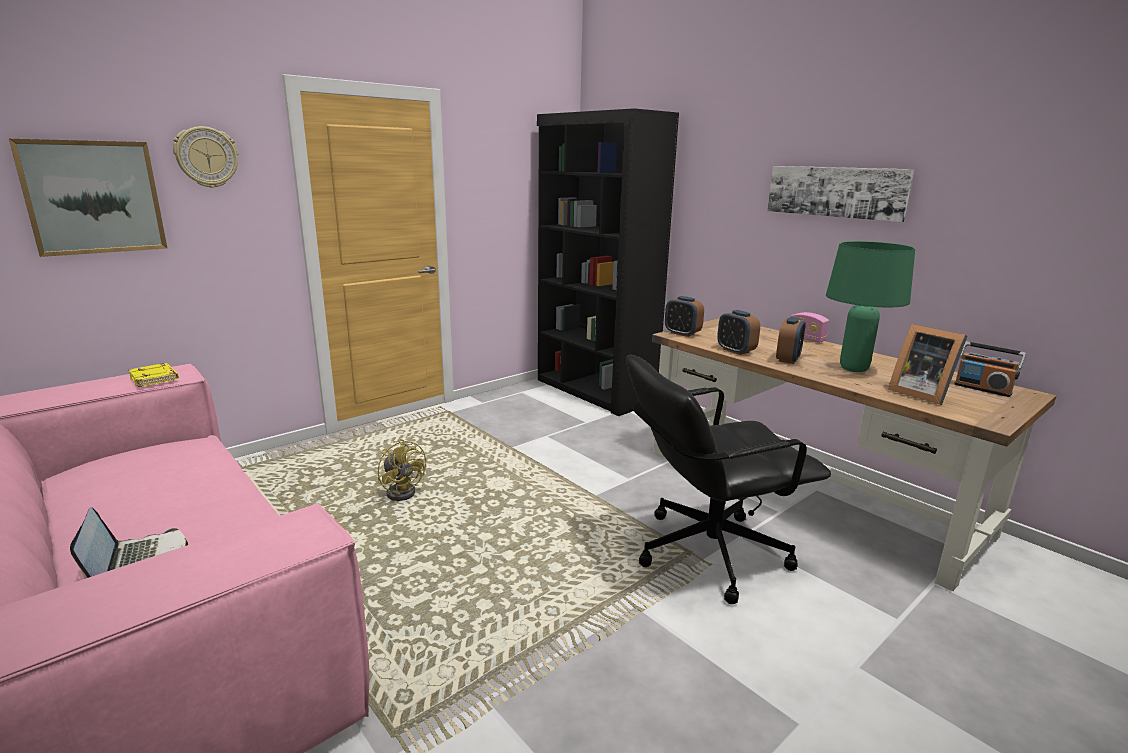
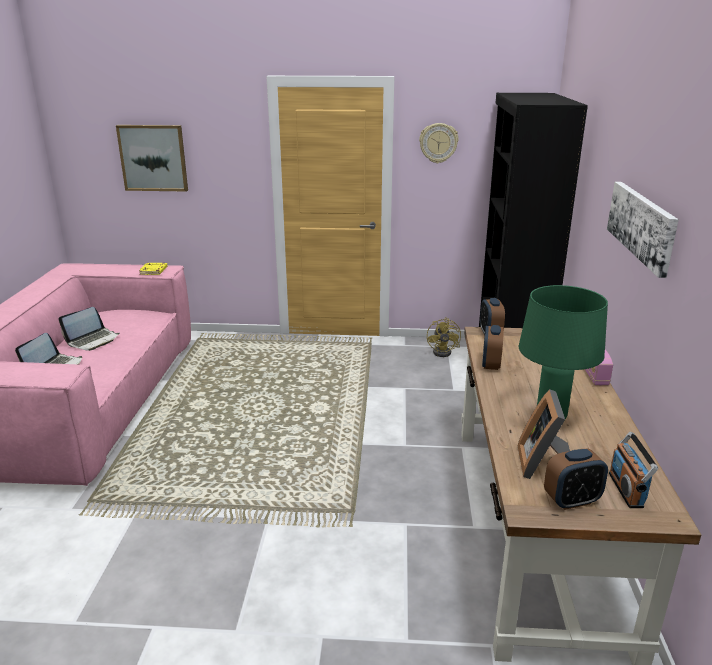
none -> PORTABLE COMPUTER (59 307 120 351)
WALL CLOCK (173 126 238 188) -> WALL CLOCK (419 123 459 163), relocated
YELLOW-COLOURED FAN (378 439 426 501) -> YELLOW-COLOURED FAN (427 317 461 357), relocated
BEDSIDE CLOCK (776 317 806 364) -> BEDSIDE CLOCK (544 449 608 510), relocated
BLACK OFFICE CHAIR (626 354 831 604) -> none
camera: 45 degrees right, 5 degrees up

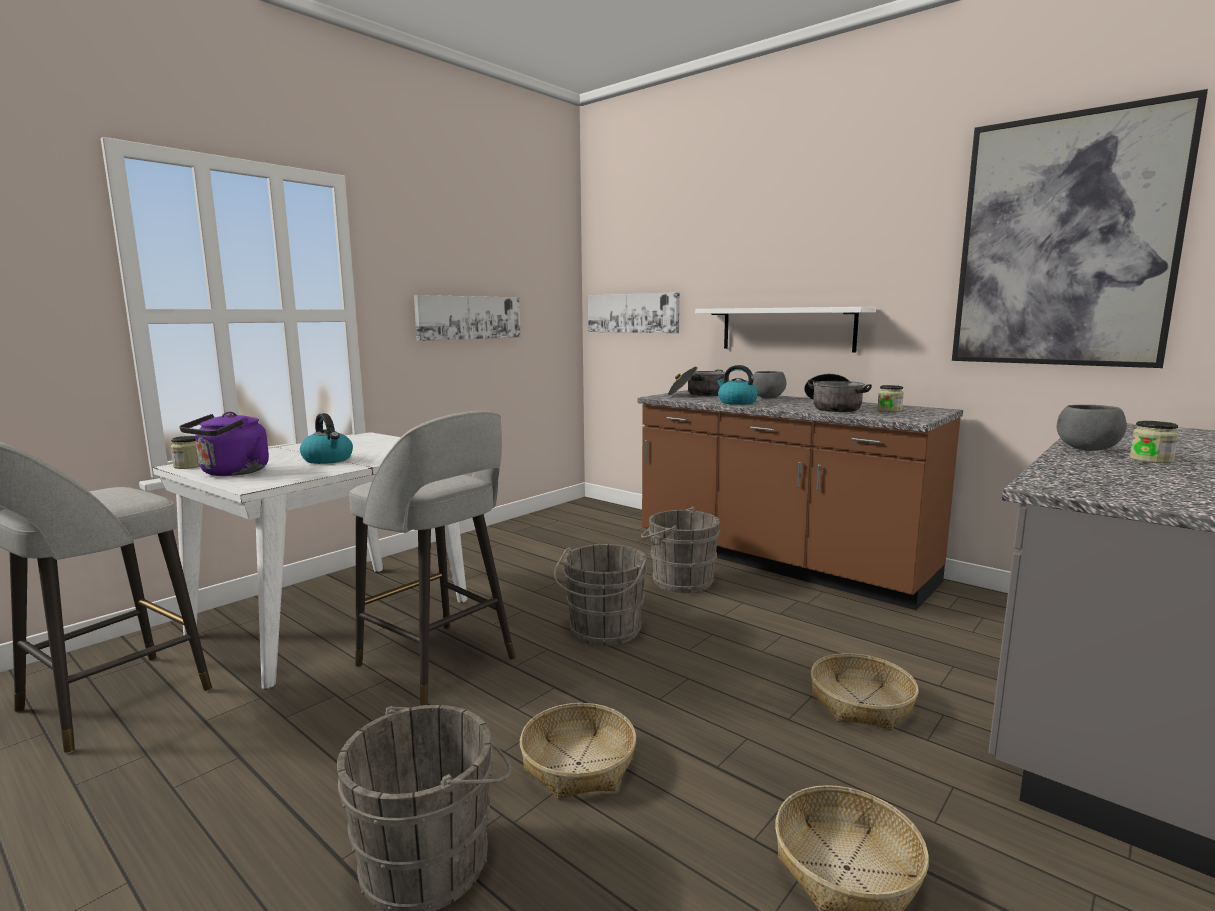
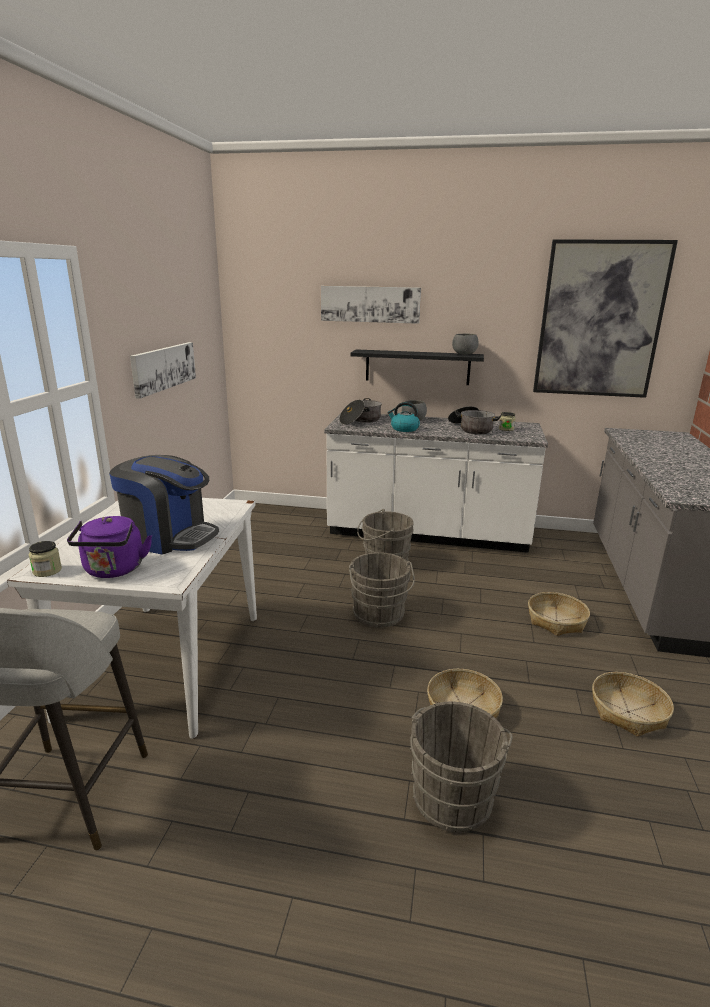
WATER KETTLE (300 413 353 464) -> COFFEE MACHINE (109 455 219 555)
PICTURE (588 292 680 333) -> PICTURE (321 286 421 324), relocated
BROWN KITCHEN BASE UNIT (638 390 963 610) -> WHITISH KITCHEN BASE UNIT (324 413 548 553)
WHITISH WALL SHELF (695 307 876 353) -> BLACK WALL SHELF (350 349 484 385)
GRAY BOWL (1057 405 1127 451) -> GRAY BOWL (452 333 479 355), relocated
GRAY STOOL SEAT (349 411 516 706) -> none
STORAGE JAR (1129 421 1179 464) -> none
camera: 30 degrees left, 10 degrees up

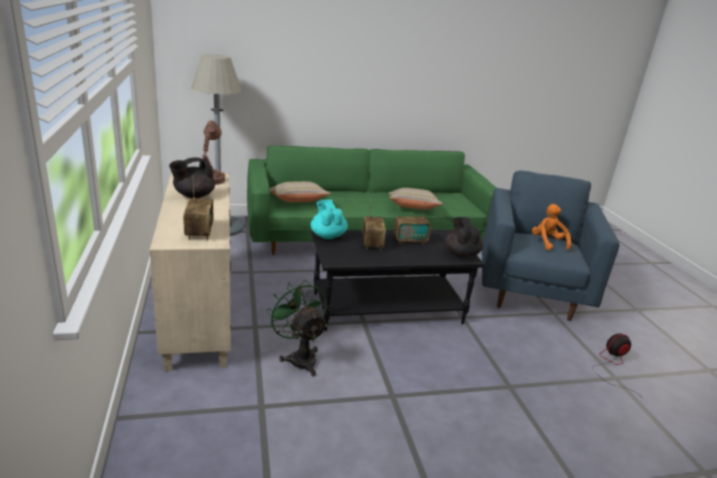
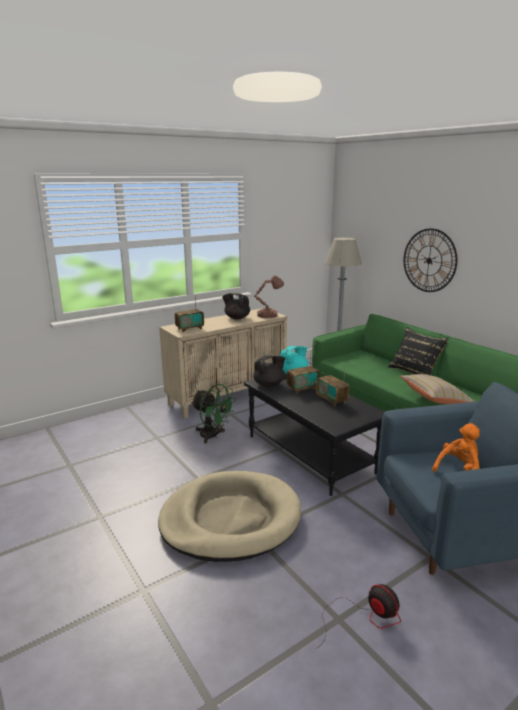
none -> BEIGE DOG BED (158 471 301 562)
GREEN-COLOURED FAN (266 280 327 377) -> GREEN-COLOURED FAN (191 384 236 443), 90 degrees clockwise
BLACK TEAPOT (445 217 483 258) -> BLACK TEAPOT (253 355 285 387), relocated
none -> BLACK CUSHION (388 327 449 375)
none -> WALL CLOCK (404 228 457 292)
BEIGE CUSHION (270 181 331 202) -> none
camera: 70 degrees right, 5 degrees down

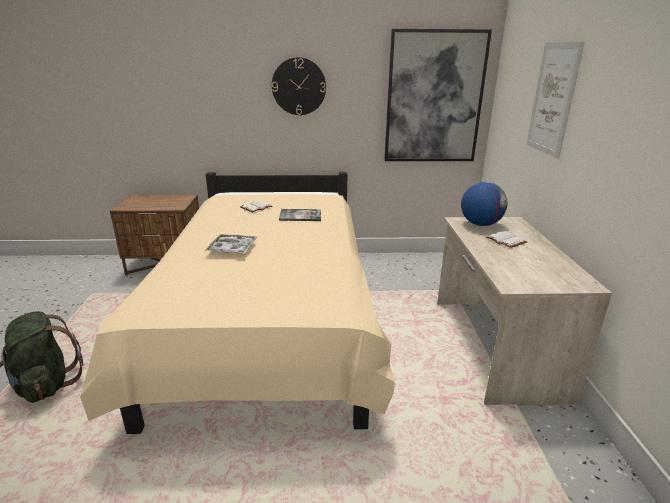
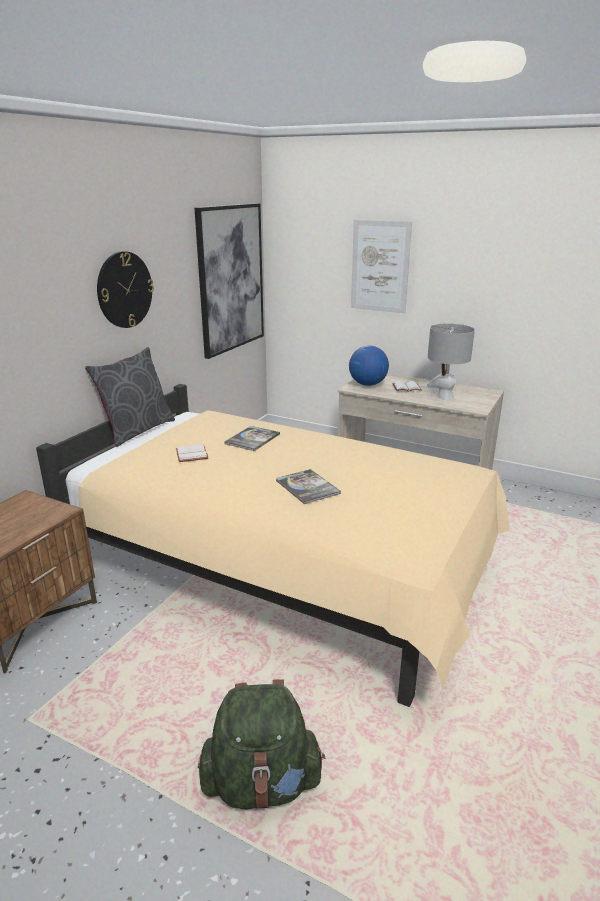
none -> GRAY CUSHION (85 347 175 447)
CARRYING TRAY (205 234 257 254) -> BOUND BOOK (276 469 341 504)
none -> GRAY TABLETOP LAMP (427 323 475 400)
camera: 60 degrees left, 0 degrees up

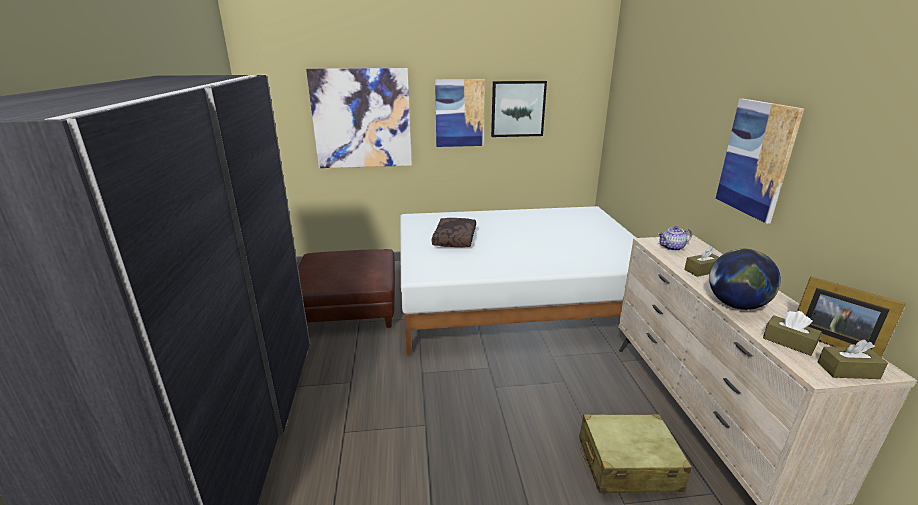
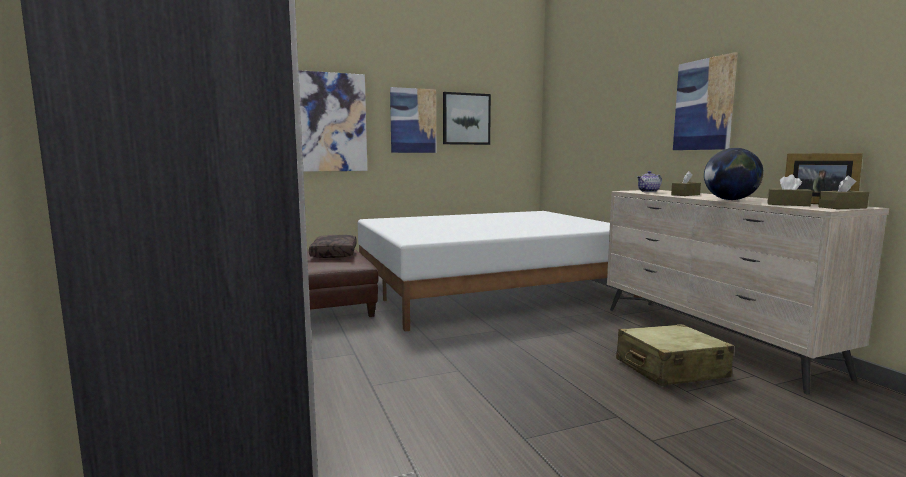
BROWN CUSHION (432 218 476 247) -> BROWN CUSHION (309 235 357 258), relocated
camera: 15 degrees left, 15 degrees down

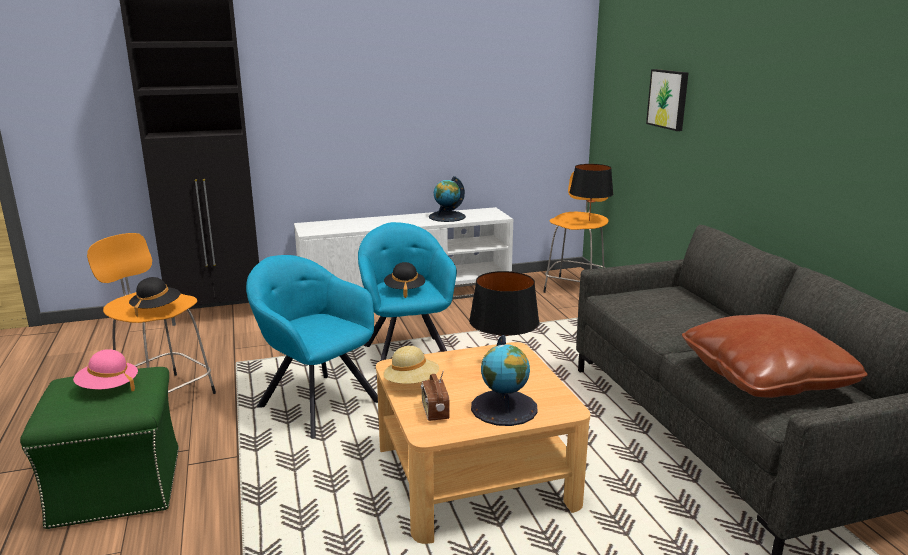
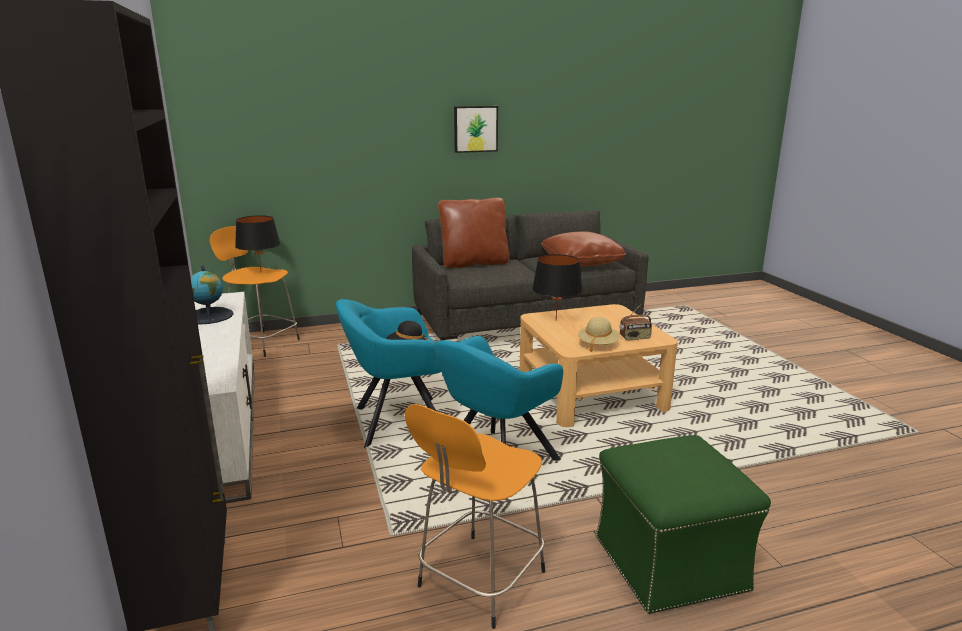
none -> BROWN CUSHION (438 198 510 268)
PICTURE (646 69 688 131) -> PICTURE (454 106 498 153), relocated
PINK CLOTHING HAT (73 349 138 391) -> none
BLACK CLOTHING HAT (129 277 180 317) -> none
WORLD GLOBE (471 335 538 426) -> none
camera: 90 degrees left, 0 degrees up

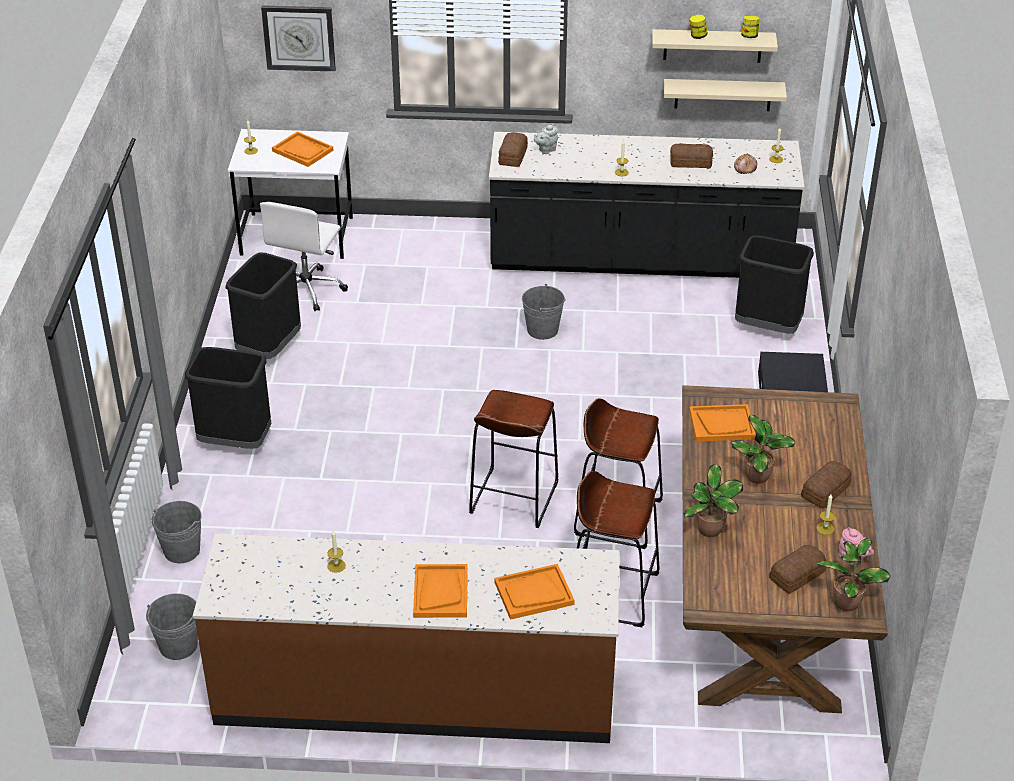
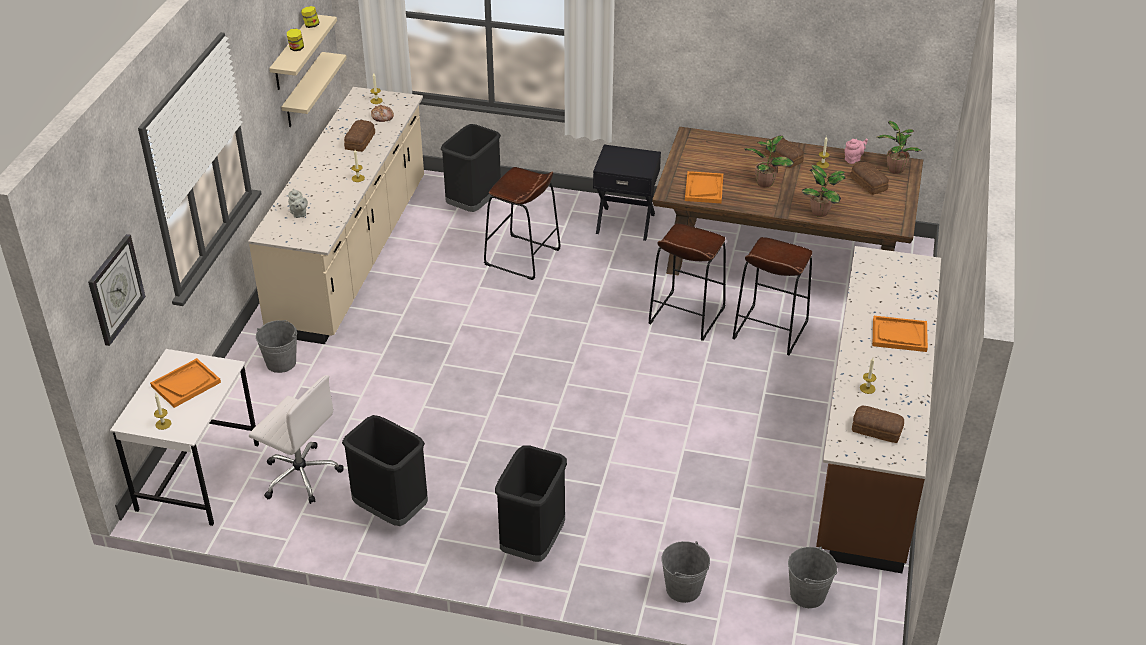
BLACK KITCHEN BASE UNIT (489 132 805 278) -> BEIGE KITCHEN BASE UNIT (248 87 424 344)
GRAY BUCKET (522 284 566 340) -> GRAY BUCKET (256 320 297 373), relocated
BROWN STOOL SEAT (469 390 558 528) -> BROWN STOOL SEAT (484 167 560 280), relocated
BAKED BREAD (498 132 528 167) -> BAKED BREAD (852 406 904 443), relocated
ORANGEY CARRYING TRAY (494 564 575 620) -> none
camera: 80 degrees left, 0 degrees up

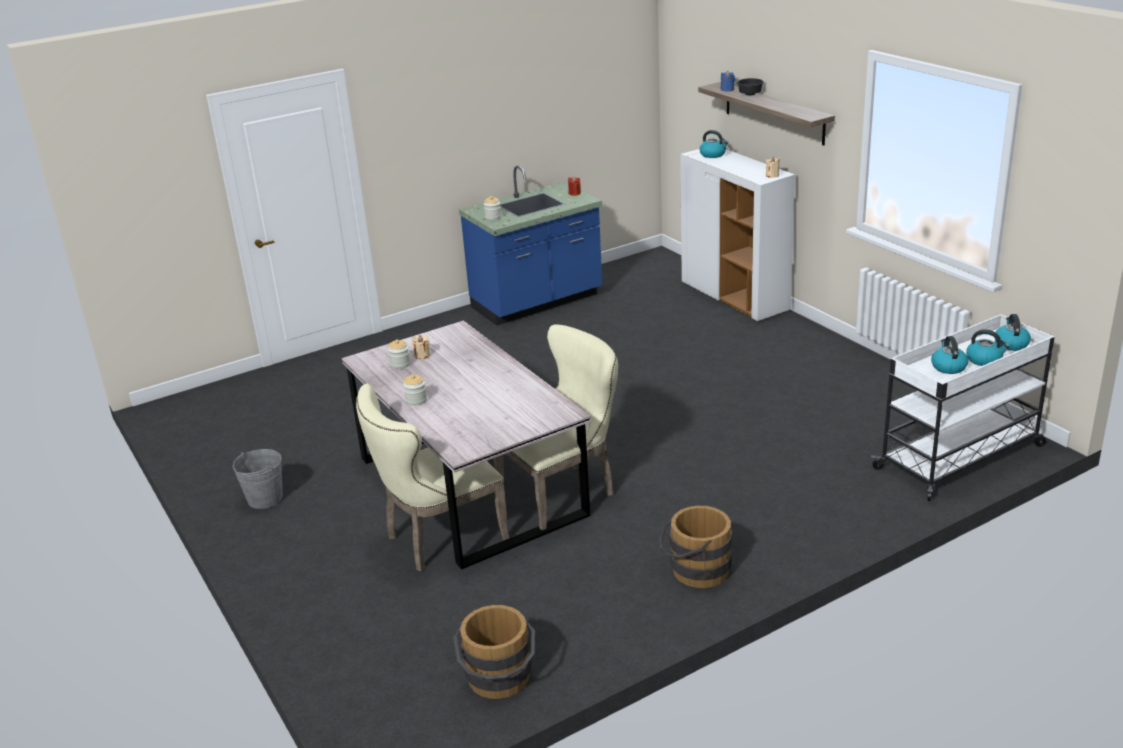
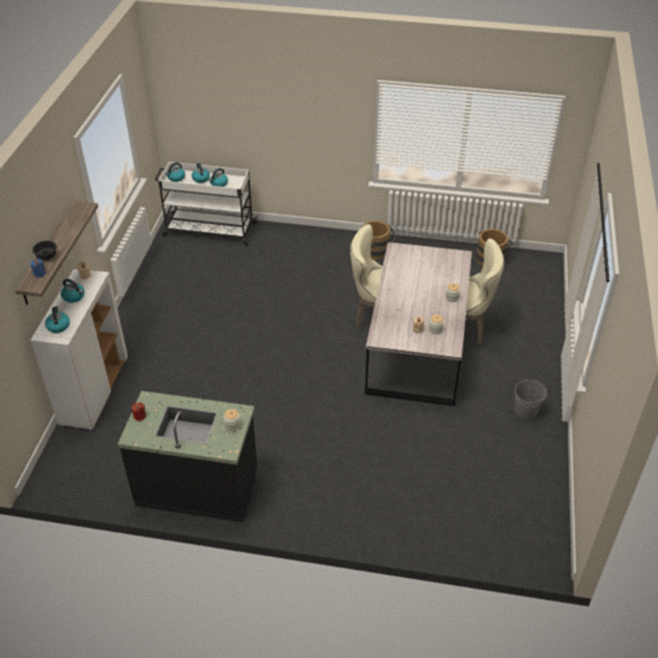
none -> WATER KETTLE (61 279 84 303)
BLUE KITCHEN BASE UNIT (459 166 602 325) -> BLACK KITCHEN BASE UNIT (118 391 257 522)
camera: 140 degrees left, 15 degrees up

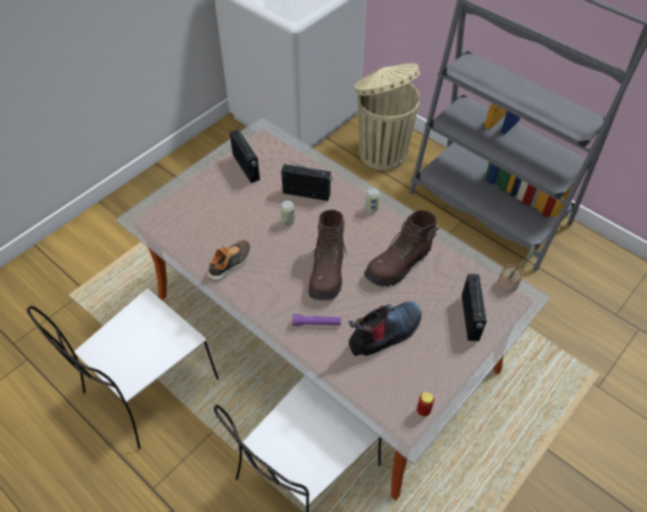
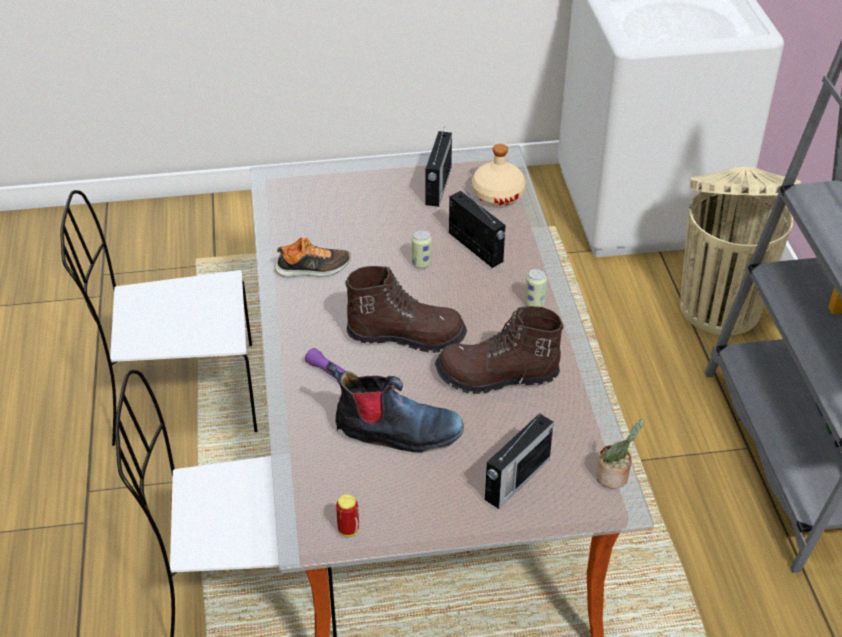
BROWN BOOT (308 210 347 301) -> BROWN BOOT (345 266 467 353), 135 degrees counterclockwise
none -> BEIGE DRINK BOTTLE (472 144 526 206)
camera: 40 degrees right, 10 degrees down

